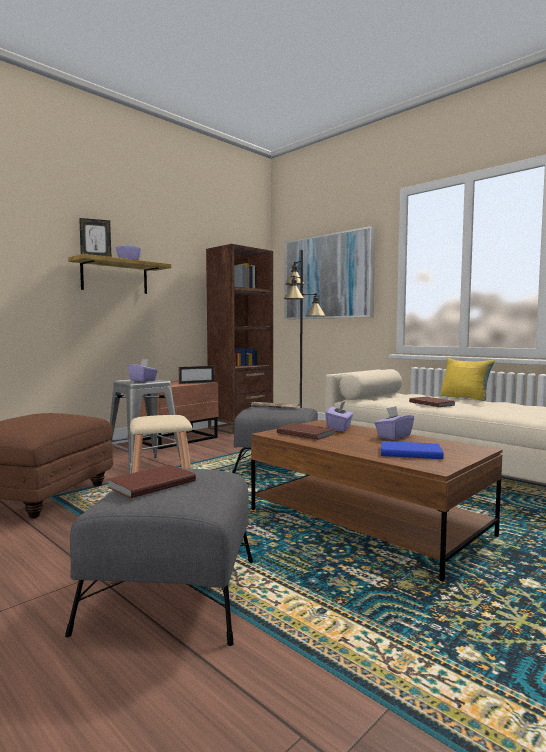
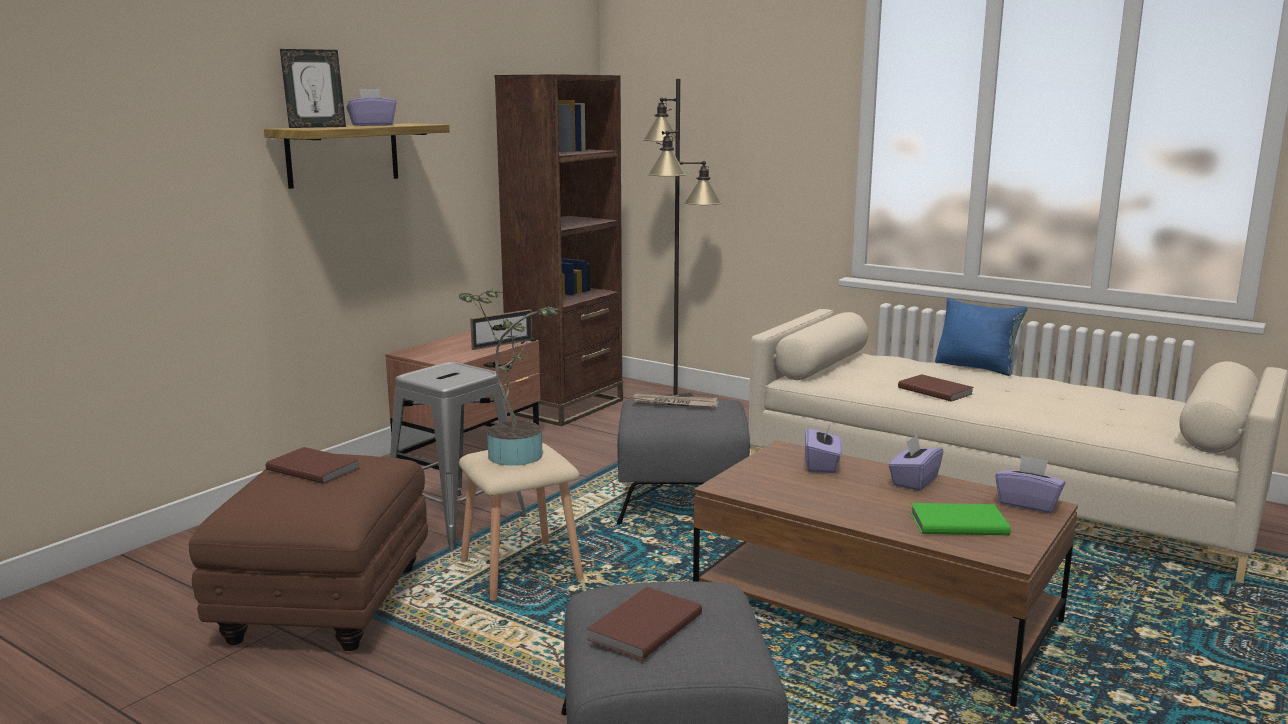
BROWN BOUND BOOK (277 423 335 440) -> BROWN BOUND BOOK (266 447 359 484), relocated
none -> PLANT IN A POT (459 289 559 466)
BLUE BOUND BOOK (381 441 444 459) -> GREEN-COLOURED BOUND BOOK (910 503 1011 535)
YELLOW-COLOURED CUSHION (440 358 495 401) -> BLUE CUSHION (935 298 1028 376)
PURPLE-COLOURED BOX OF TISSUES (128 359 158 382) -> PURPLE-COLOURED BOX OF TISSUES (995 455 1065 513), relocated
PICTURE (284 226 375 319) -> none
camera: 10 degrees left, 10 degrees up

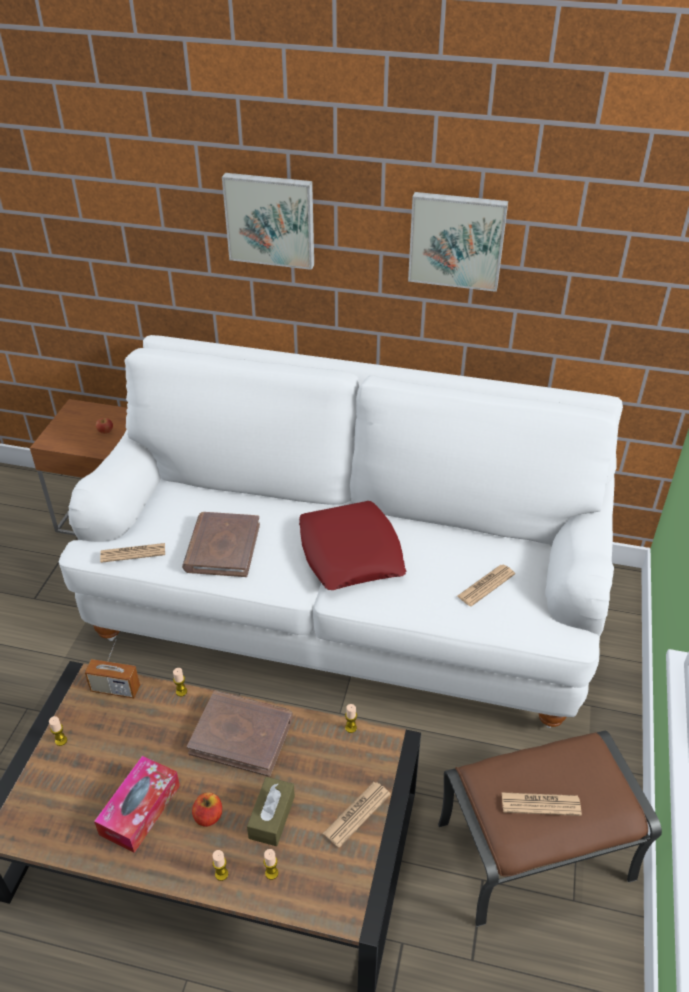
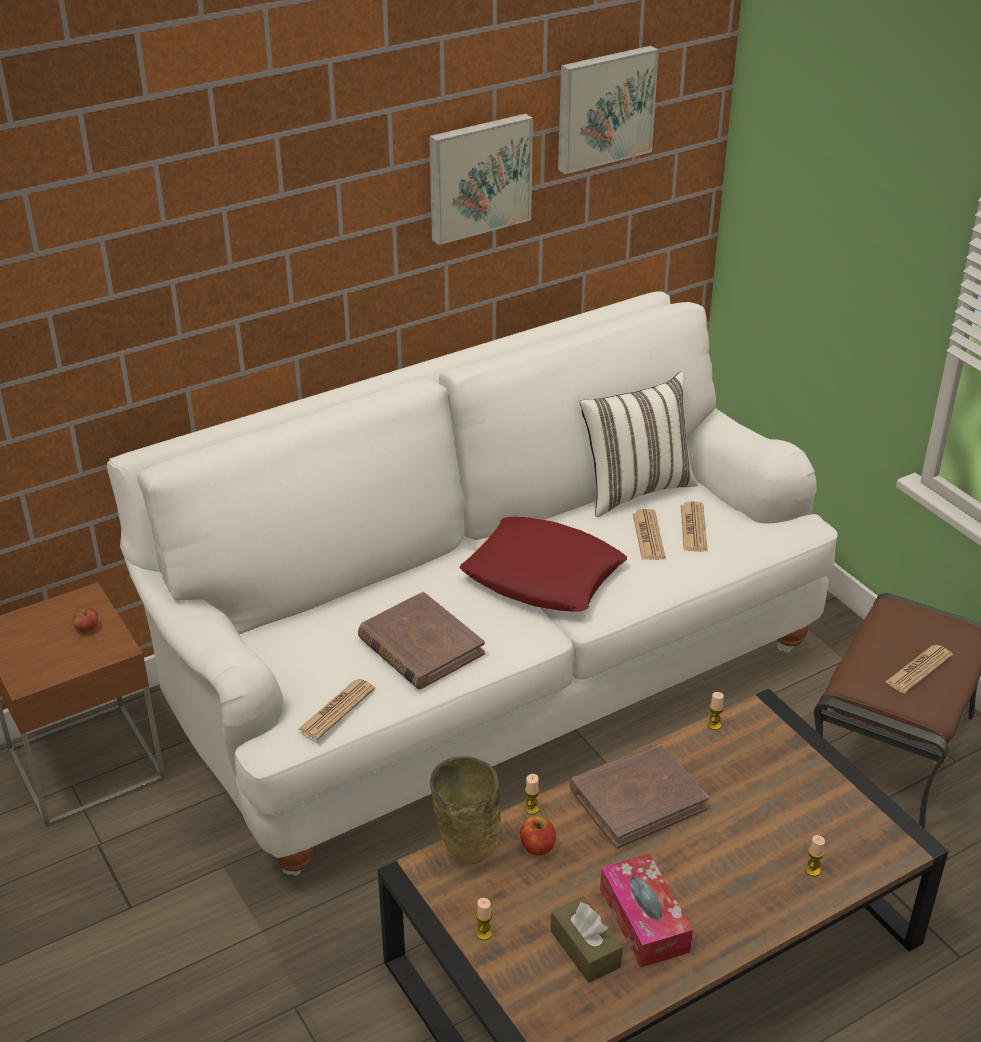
RADIO (85 639 140 698) -> BEIGE FLOWER VASE (430 756 501 864)
APPLE (192 792 222 827) -> APPLE (520 816 556 856), relocated
BROWN BOX OF TISSUES (247 777 295 846) -> BROWN BOX OF TISSUES (551 897 623 983), relocated
PICTURE (222 173 314 270) -> PICTURE (558 46 659 174), relocated
none -> WHITISH CUSHION (580 372 698 517)
NEWSPAPER (323 782 391 848) -> NEWSPAPER (633 509 665 560), relocated
CANDLE (213 850 228 881) -> none
camera: 45 degrees left, 5 degrees down

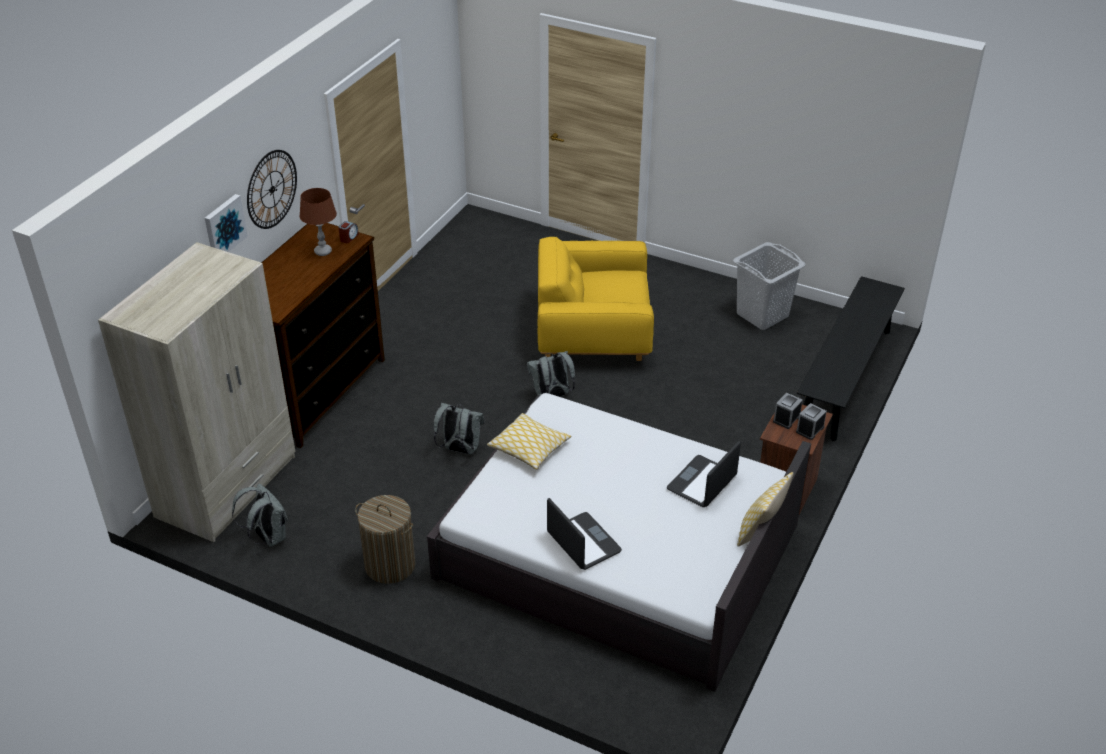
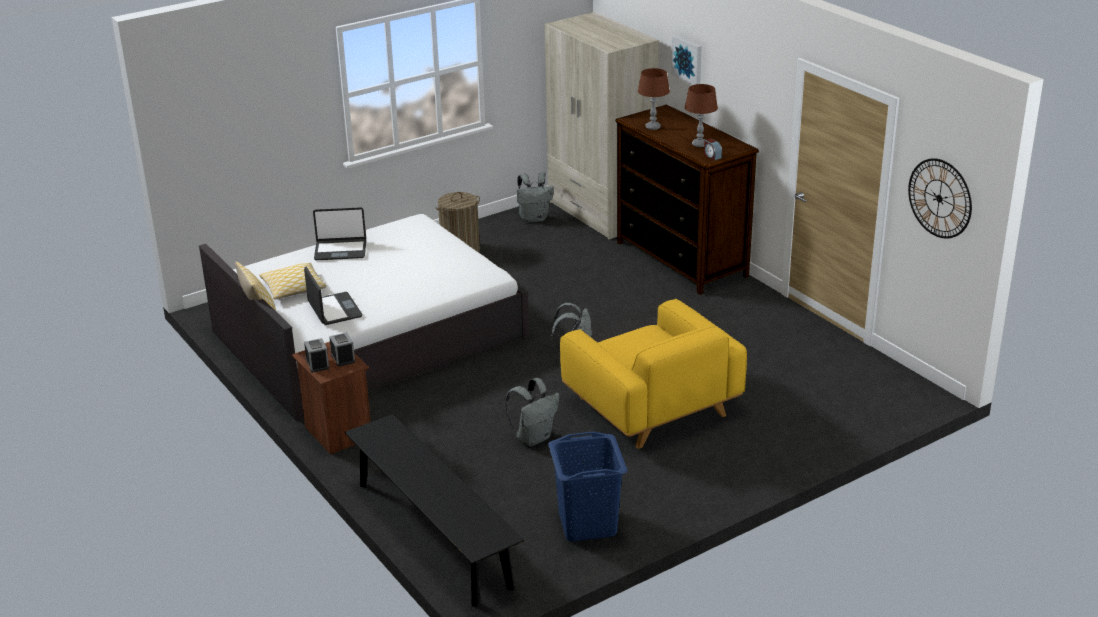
CUSHION (487 413 571 470) -> CUSHION (259 263 327 300), relocated
GRAY BACKPACK (433 403 485 454) -> GRAY BACKPACK (505 378 560 446), relocated
GRAY LAUNDRY BASKET (733 242 806 330) -> BLUE LAUNDRY BASKET (548 432 627 542)
YELLOW-COLOURED EASY CHAIR (538 237 654 361) -> YELLOW-COLOURED EASY CHAIR (560 299 747 449), 120 degrees clockwise
none -> BROWN TABLETOP LAMP (638 68 670 130)
WALL CLOCK (247 150 297 229) -> WALL CLOCK (908 158 972 239), relocated
camera: 120 degrees right, 10 degrees down

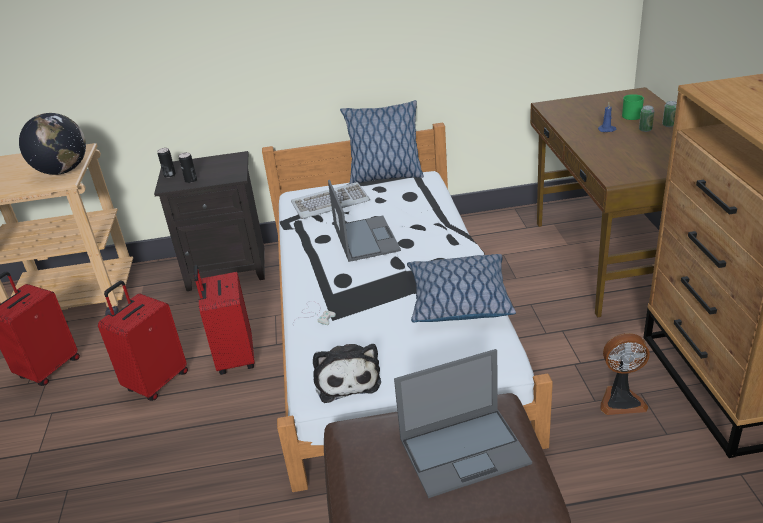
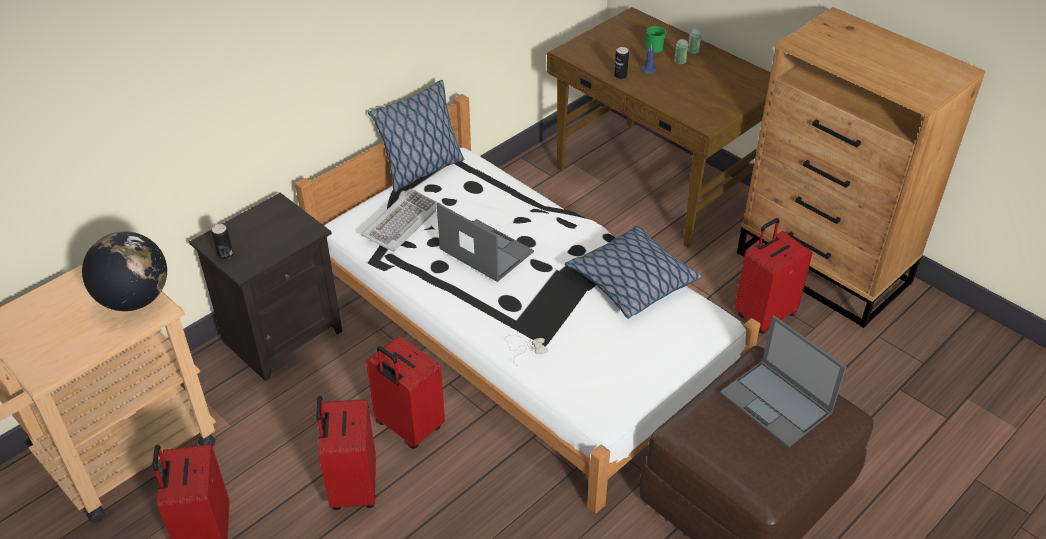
CAN (179 152 197 183) -> CAN (614 47 629 79), relocated
PORTABLE COMPUTER (394 349 532 498) -> PORTABLE COMPUTER (720 315 846 448), 105 degrees clockwise
FAN (600 333 650 415) -> REDDISH PIECE OF LUGGAGE (735 218 812 334)
CUDDLY TOY (313 344 381 403) -> none
camera: 40 degrees left, 10 degrees up

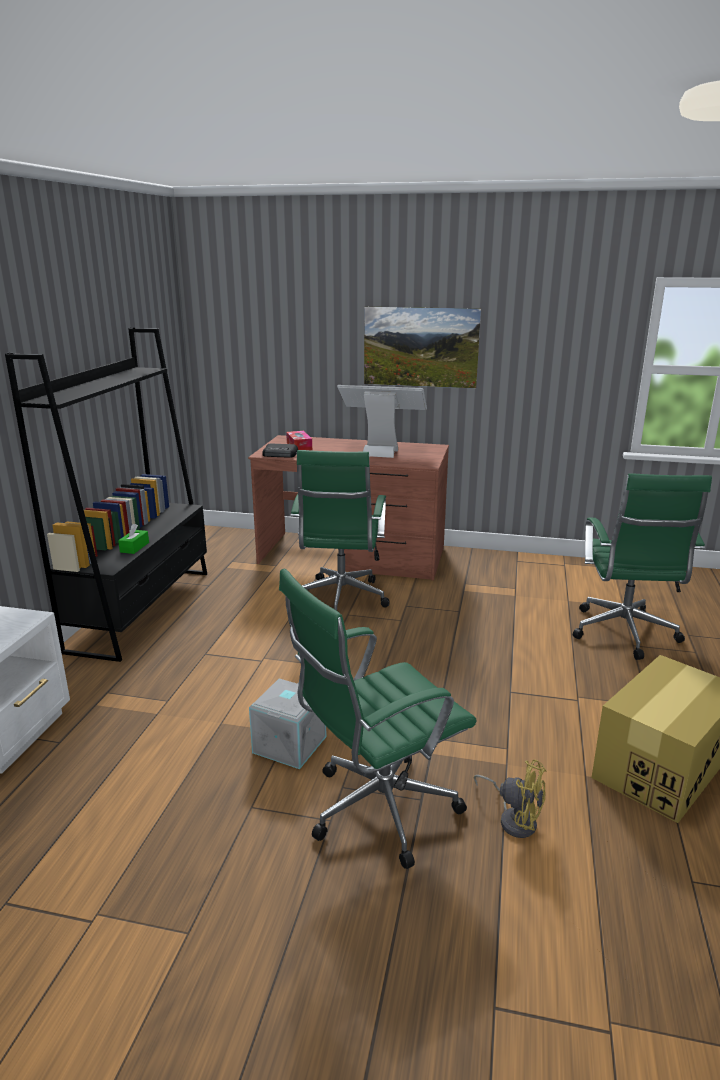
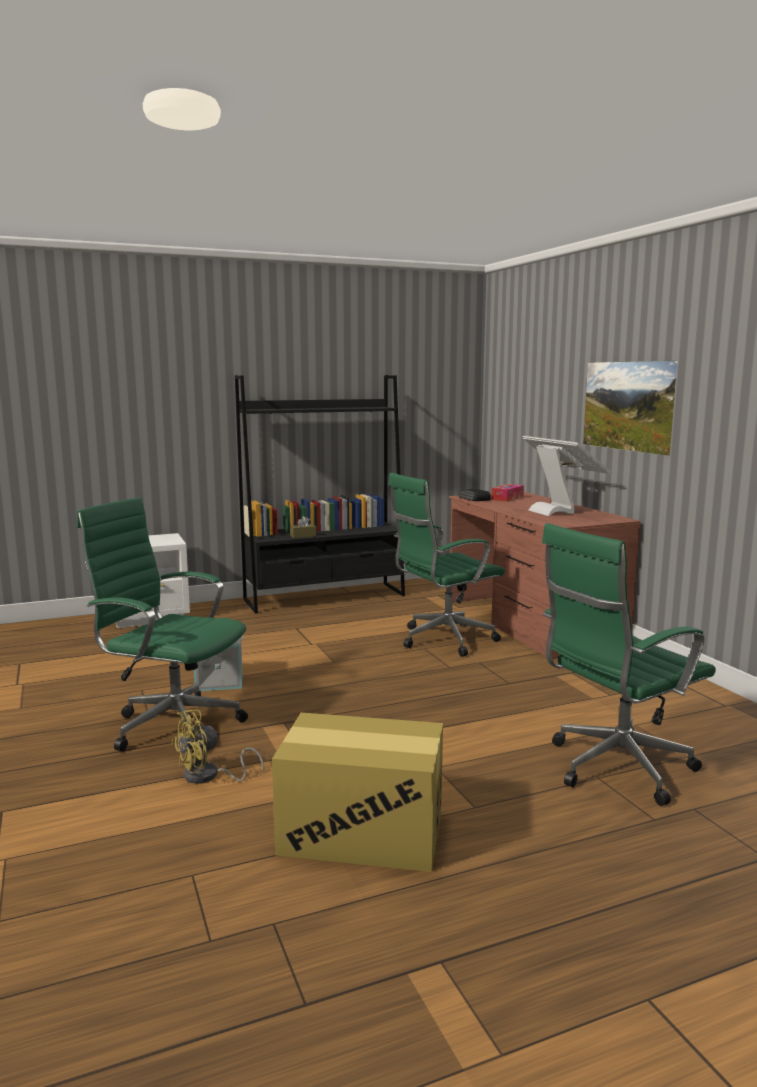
YELLOW-COLOURED FAN (474 760 546 838) -> YELLOW-COLOURED FAN (171 710 264 784), 60 degrees clockwise
GREEN-COLOURED BOX OF TISSUES (118 524 149 554) -> BROWN BOX OF TISSUES (290 516 316 538)
camera: 55 degrees right, 10 degrees down

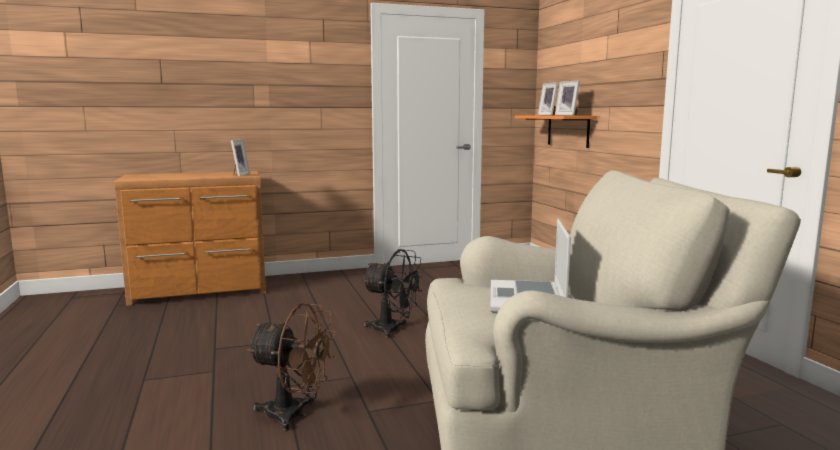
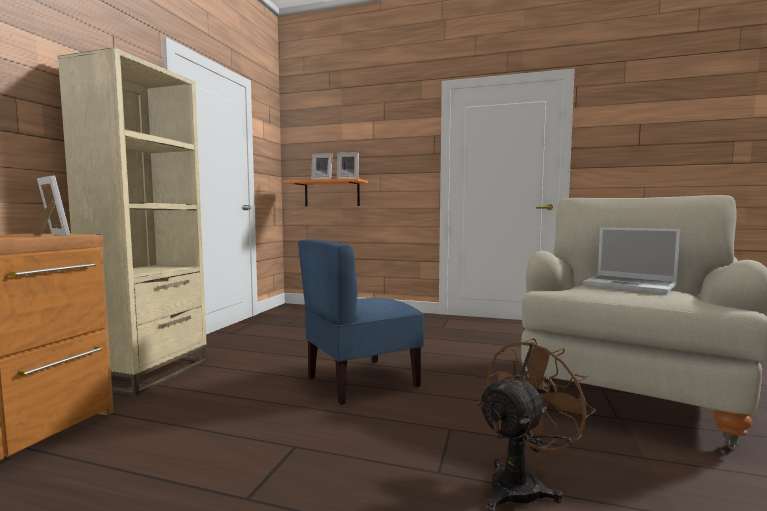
none -> BEIGE BOOKSHELF (58 47 208 396)
BLACK FAN (362 249 424 338) -> BLUE CHAIR (298 239 424 405)
camera: 55 degrees left, 5 degrees down

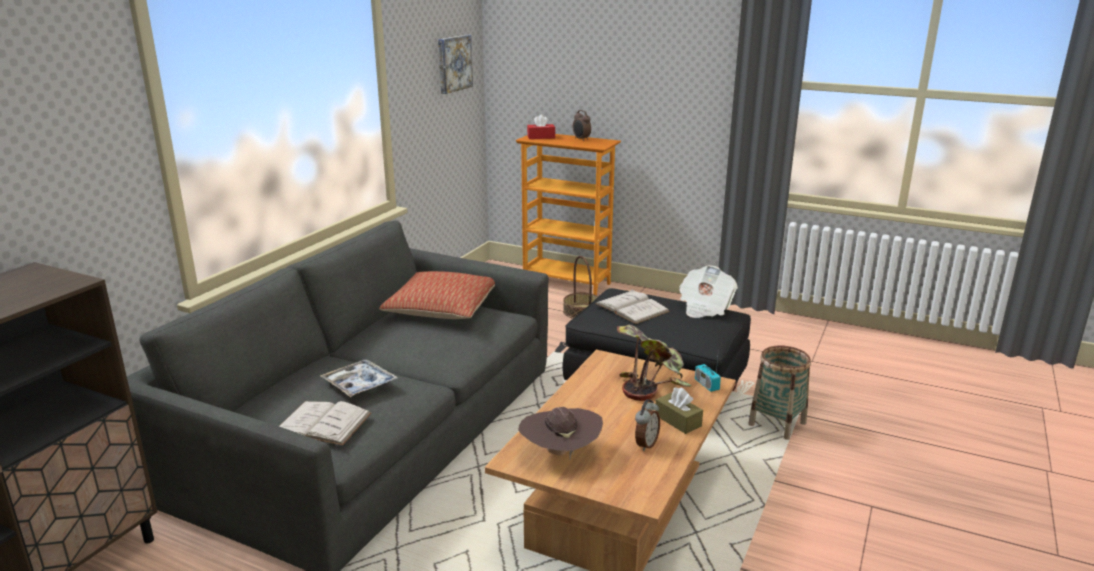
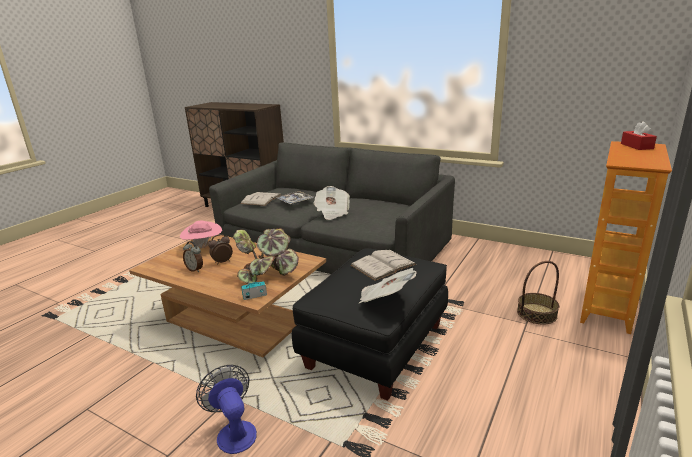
BROWN CLOTHING HAT (518 407 603 459) -> PINK CLOTHING HAT (180 220 222 249)
none -> FAN (196 365 257 454)
BEDSIDE CLOCK (573 110 591 141) -> BEDSIDE CLOCK (208 234 233 263), relocated
none -> NEWSPAPER (313 186 350 220)
CUSHION (379 271 495 319) -> none
PICTURE (438 35 473 94) -> none
BROWN BOX OF TISSUES (655 387 703 434) -> none
BASKET (748 346 811 440) -> none
camera: 95 degrees right, 0 degrees up

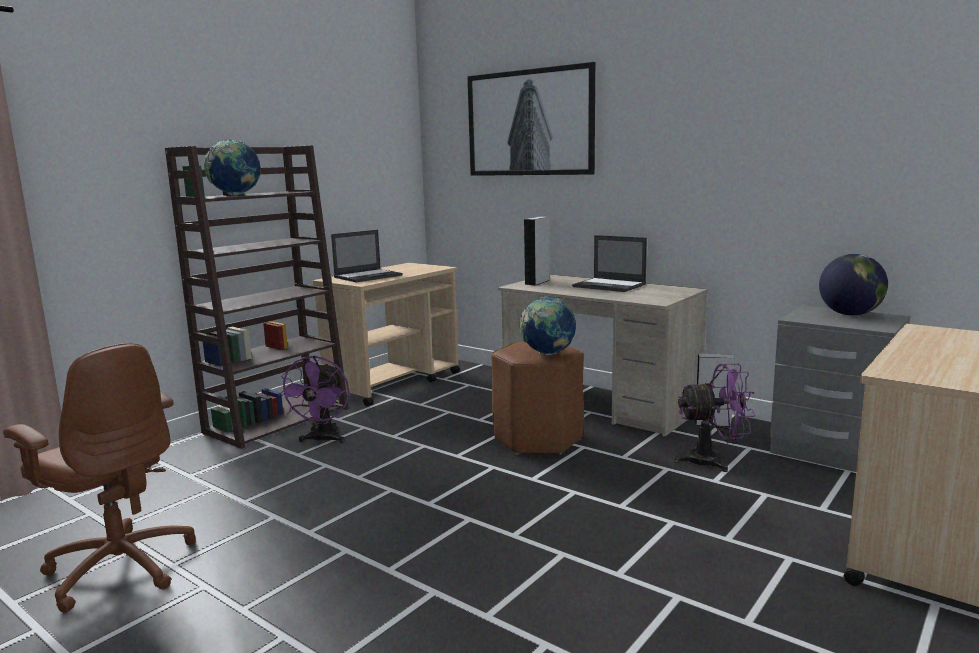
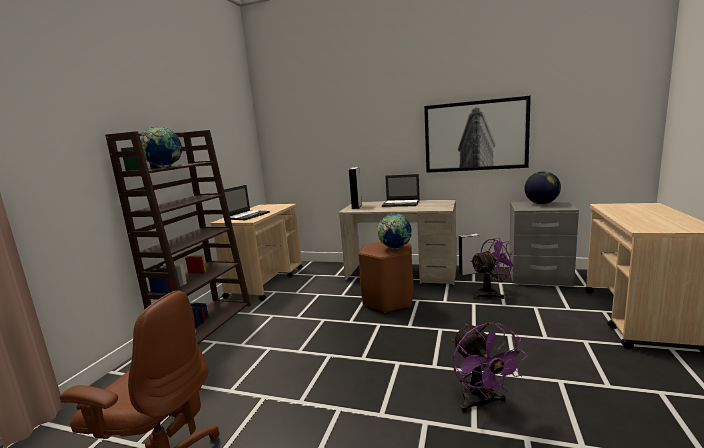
PICTURE (467 62 595 176) -> PICTURE (424 96 531 173), relocated
PURPLE-COLOURED FAN (278 356 349 444) -> PURPLE-COLOURED FAN (453 322 528 413), relocated
camera: 20 degrees left, 0 degrees up

